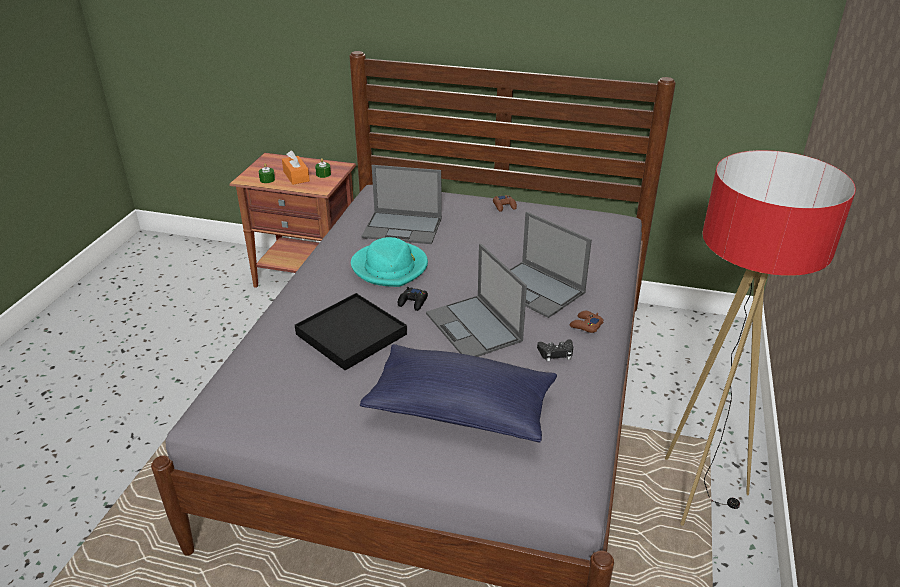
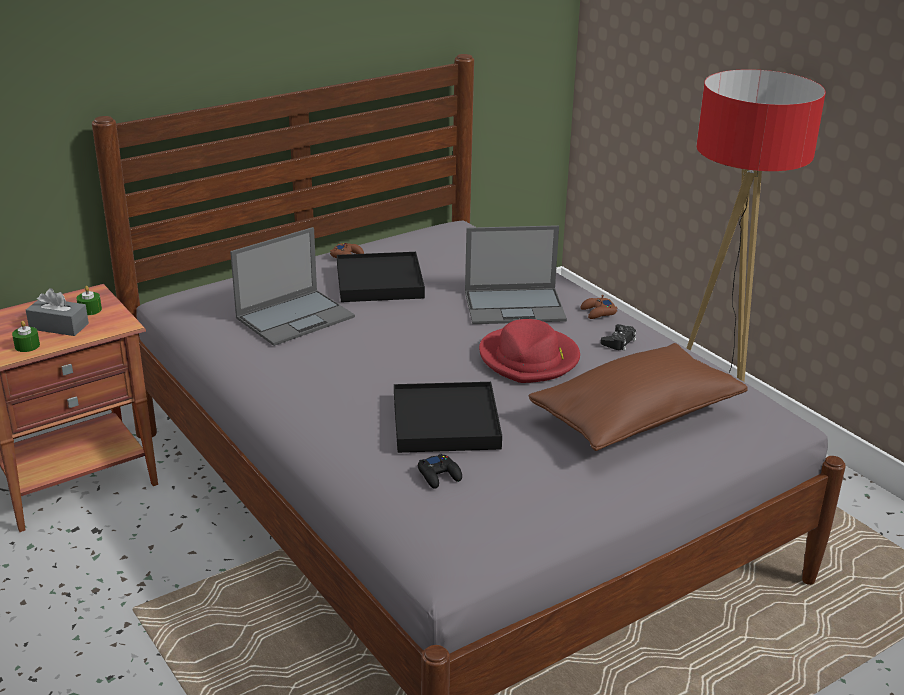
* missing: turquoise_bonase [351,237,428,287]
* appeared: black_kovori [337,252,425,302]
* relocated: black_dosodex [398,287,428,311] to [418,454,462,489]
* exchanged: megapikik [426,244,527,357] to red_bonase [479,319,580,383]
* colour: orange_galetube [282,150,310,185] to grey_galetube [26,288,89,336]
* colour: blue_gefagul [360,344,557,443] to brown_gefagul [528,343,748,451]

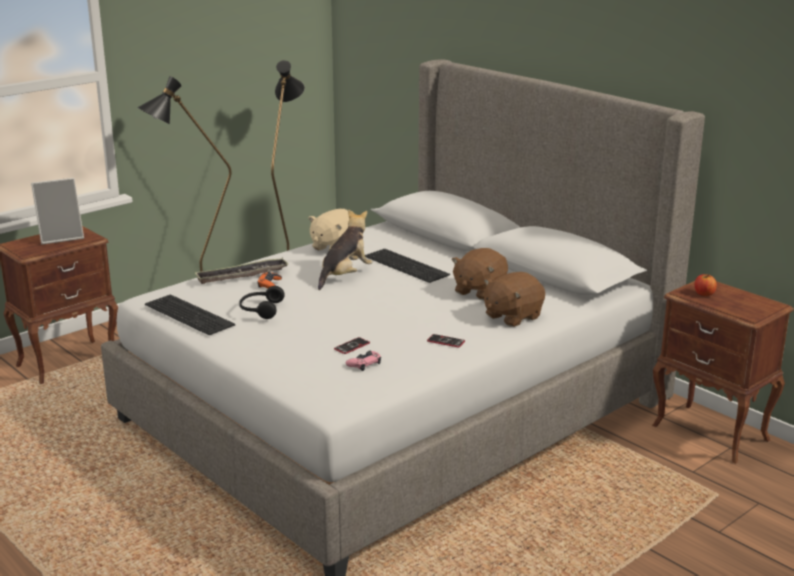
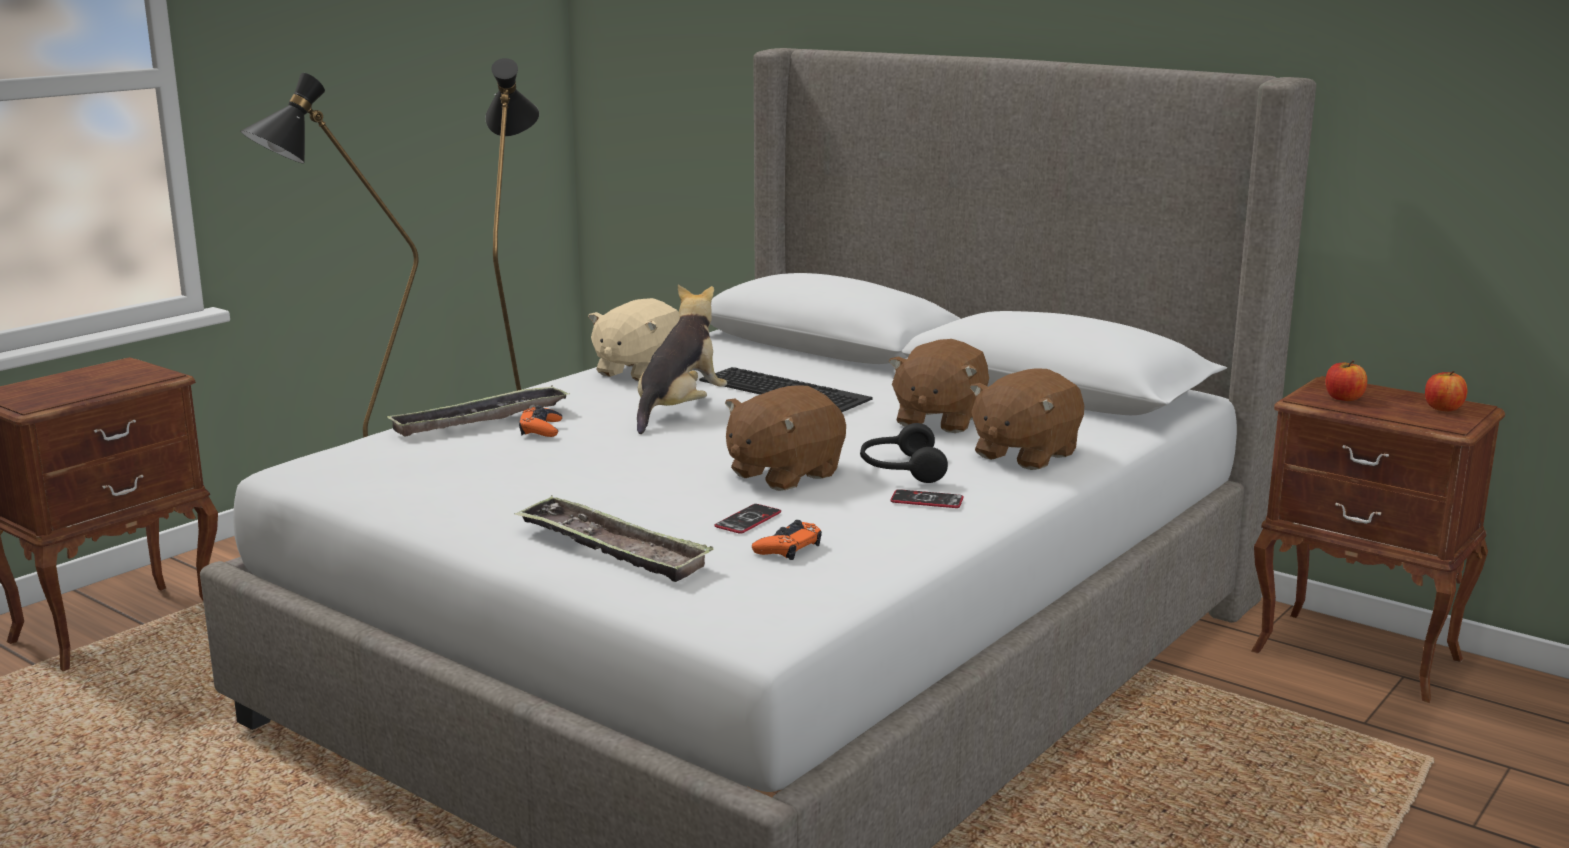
* missing: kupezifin [31,178,84,245]
* missing: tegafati [145,294,235,335]
* appeared: kovori [515,495,713,582]
* appeared: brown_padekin [725,385,846,491]
* appeared: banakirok [1425,371,1467,411]
* relocated: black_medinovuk [239,286,285,319] to [860,423,948,483]
* colour: pink_dosodex [346,351,381,371] to orange_dosodex [752,520,822,560]

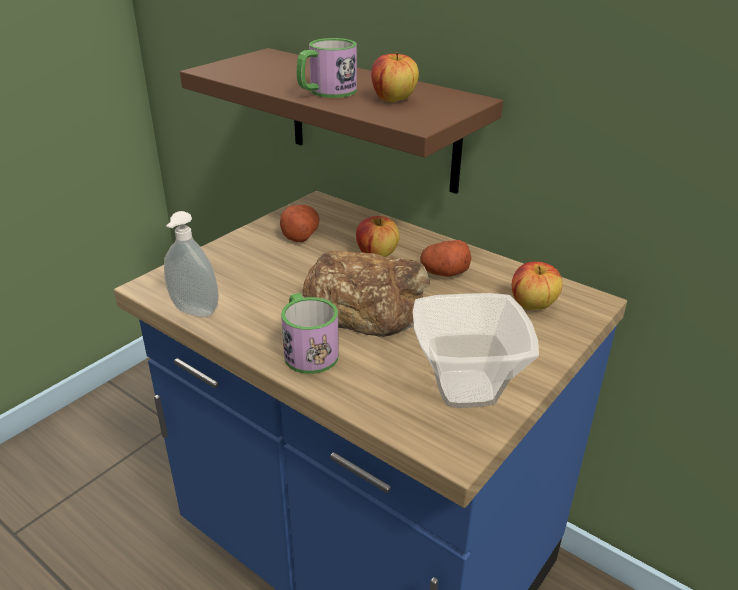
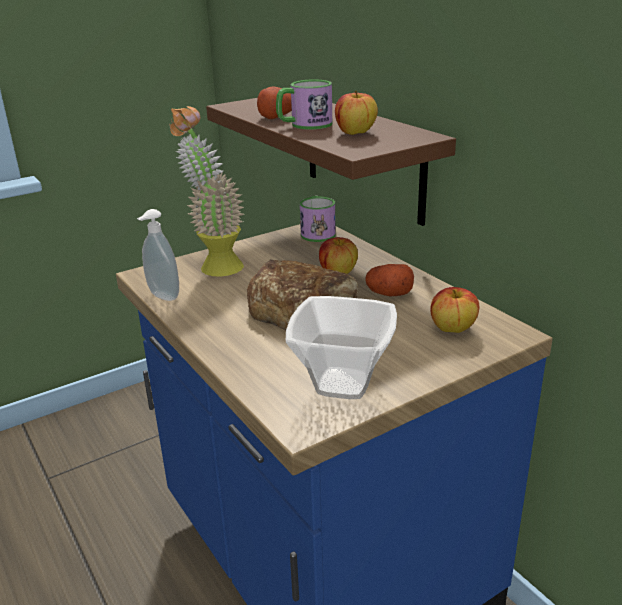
* appeared: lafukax [169,106,244,277]
* relocated: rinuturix [280,205,319,242] to [257,87,292,119]
* relocated: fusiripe [281,293,339,374] to [300,196,336,242]

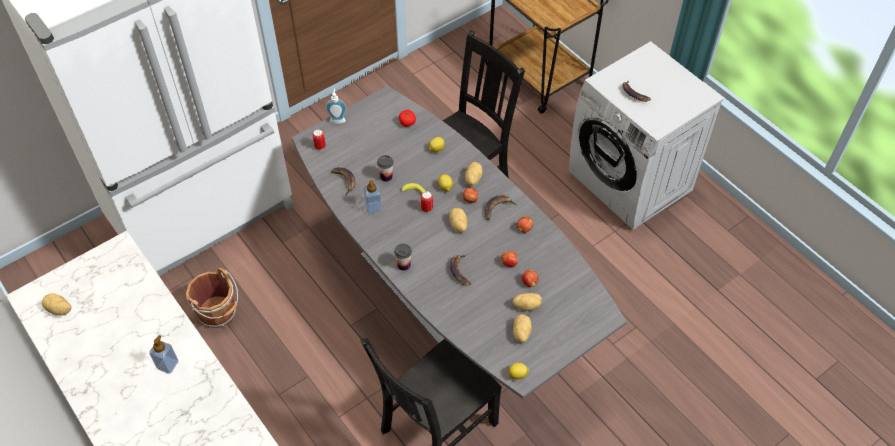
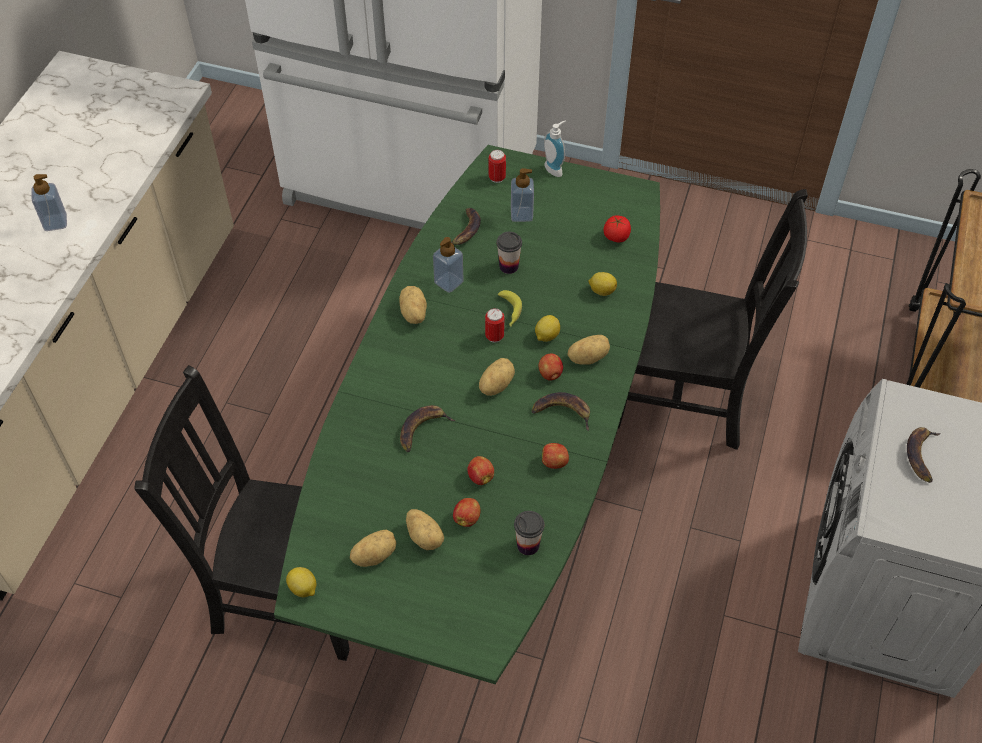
* missing: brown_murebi [186,267,238,328]
* appeared: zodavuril [511,168,534,222]
* relocated: rinuturix [42,293,72,315] to [399,286,427,324]
* relocated: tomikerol [394,244,412,271] to [514,511,544,555]
* colour: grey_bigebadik [292,86,627,399] to green_bigebadik [274,145,660,684]

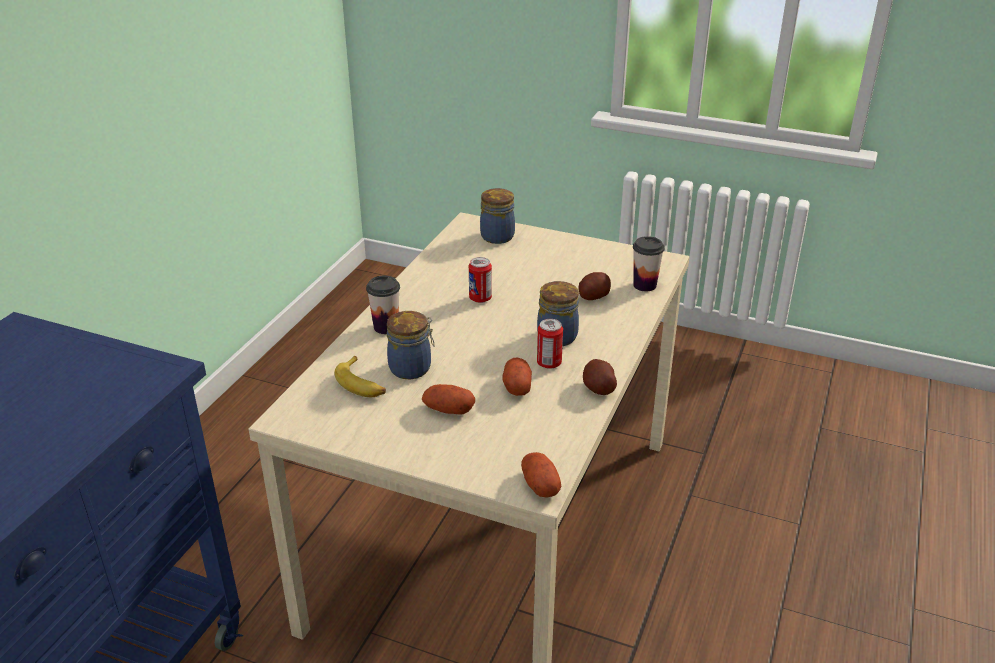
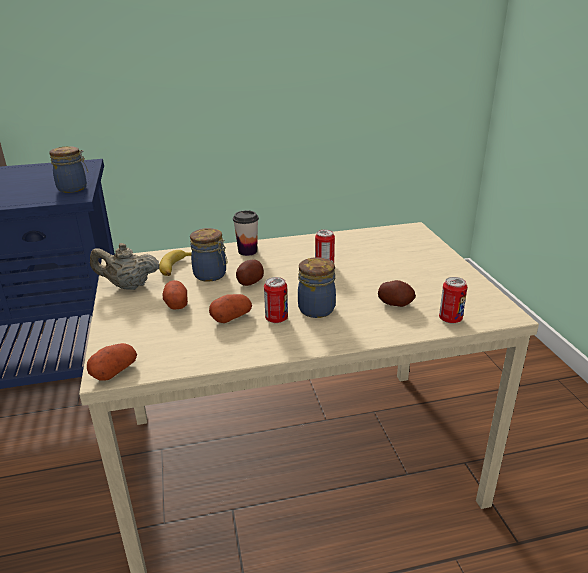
* appeared: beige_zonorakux [90,243,160,290]
* relocated: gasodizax [480,188,515,244] to [49,146,88,193]
* relocated: rinuturix [583,359,617,395] to [236,259,264,286]
* exchanged: tomikerol [633,236,665,292] to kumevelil [439,277,467,324]

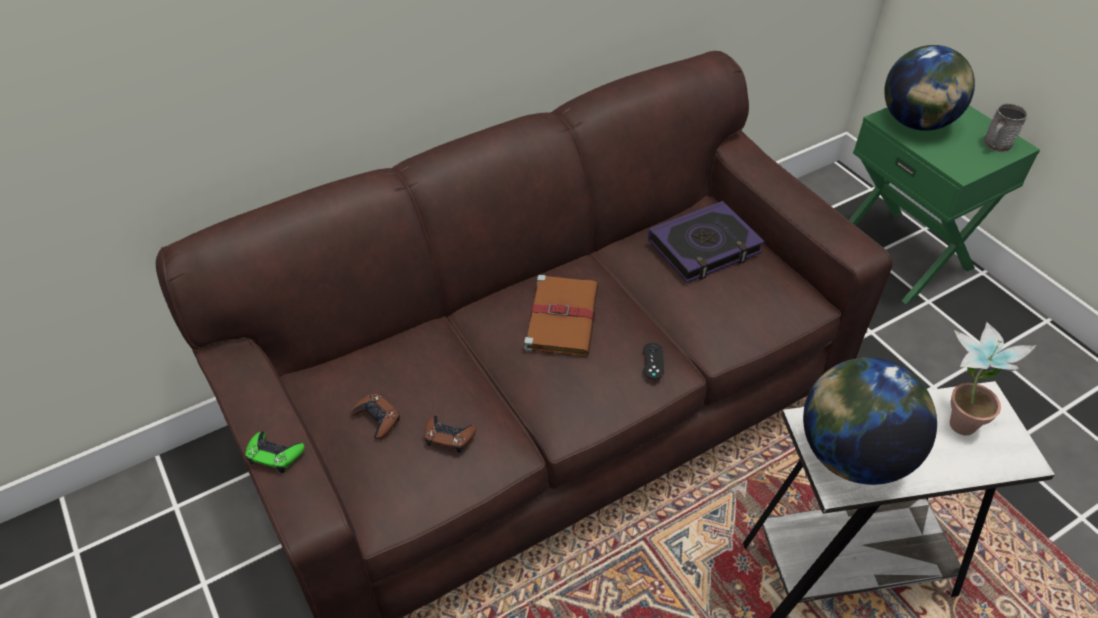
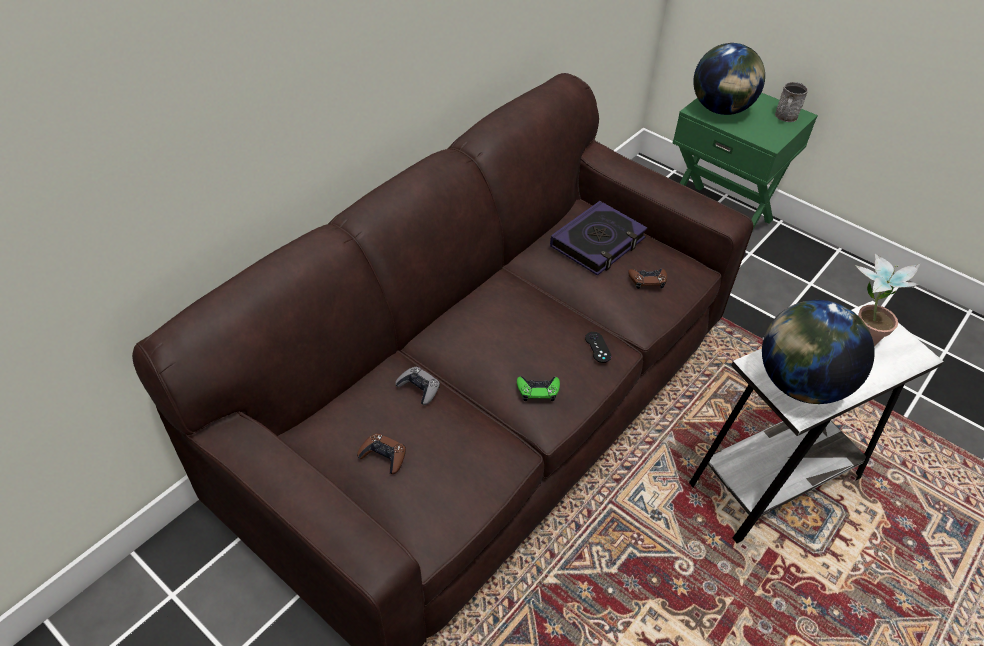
* missing: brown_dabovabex [524,275,599,357]
* appeared: grey_dosodex [395,367,440,405]
* relocated: green_dosodex [246,431,305,473] to [517,376,560,401]
* relocated: brown_dosodex [424,416,476,453] to [628,269,667,289]

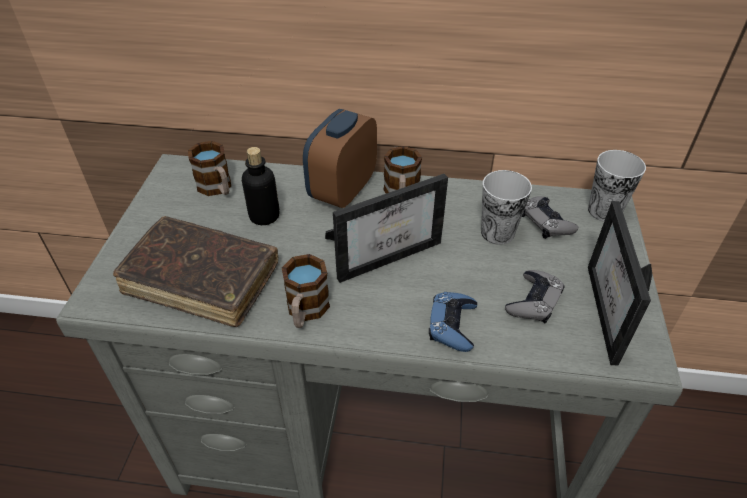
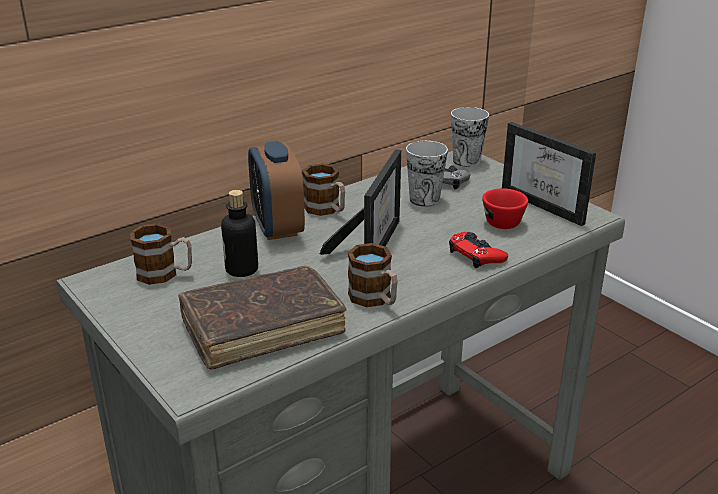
* exchanged: grey_dosodex [505,270,565,323] to red_tomikerol [482,188,528,229]
* colour: blue_dosodex [429,292,477,352] to red_dosodex [449,232,508,268]

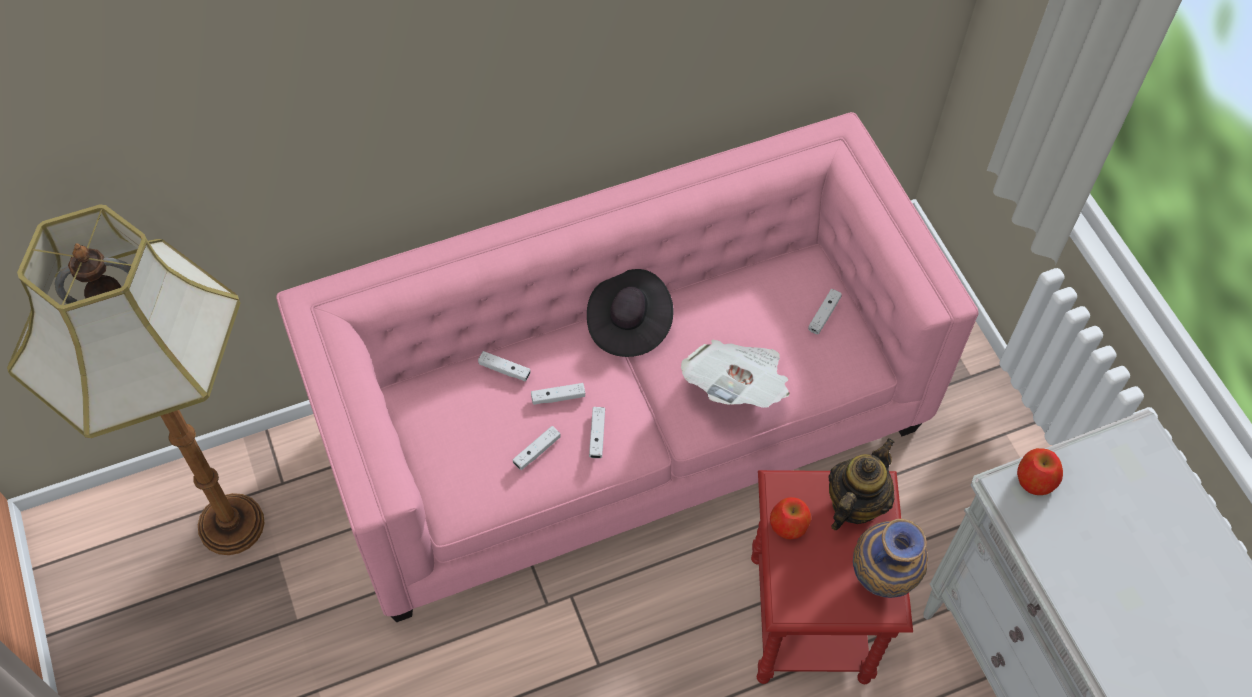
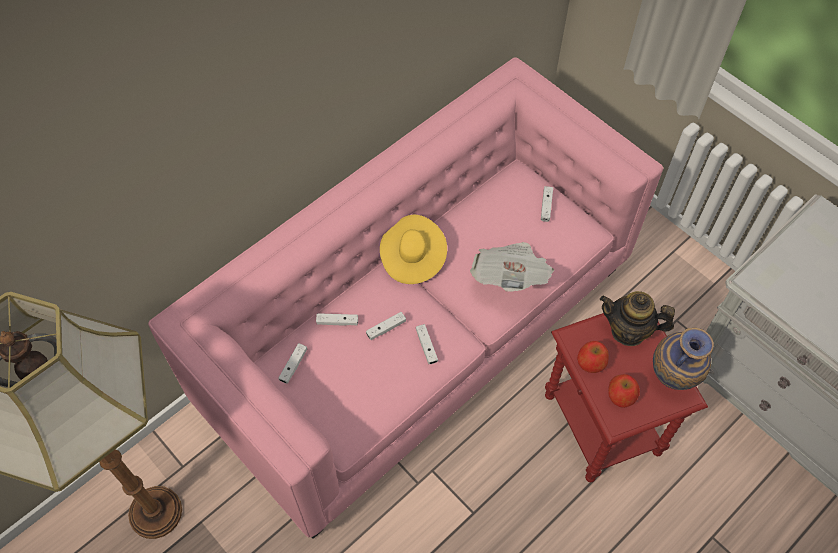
* relocated: white_dosodex [513,426,561,470] to [278,343,307,384]
* relocated: banakirok [1017,448,1063,495] to [608,374,640,408]
* colour: black_bonase [587,269,674,357] to yellow_bonase [380,215,447,284]
* spun: zonorakux [828,438,895,530] = [600,291,675,346] 90 degrees counterclockwise

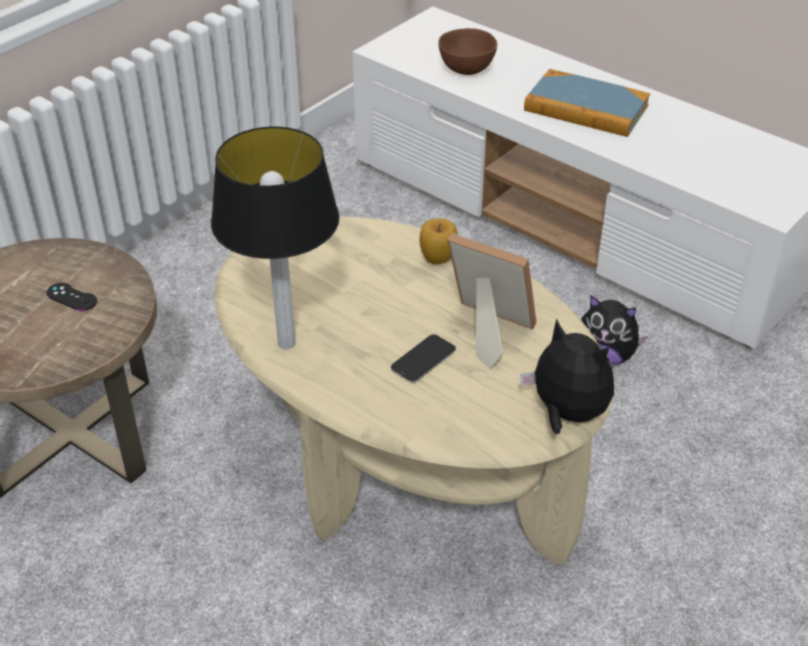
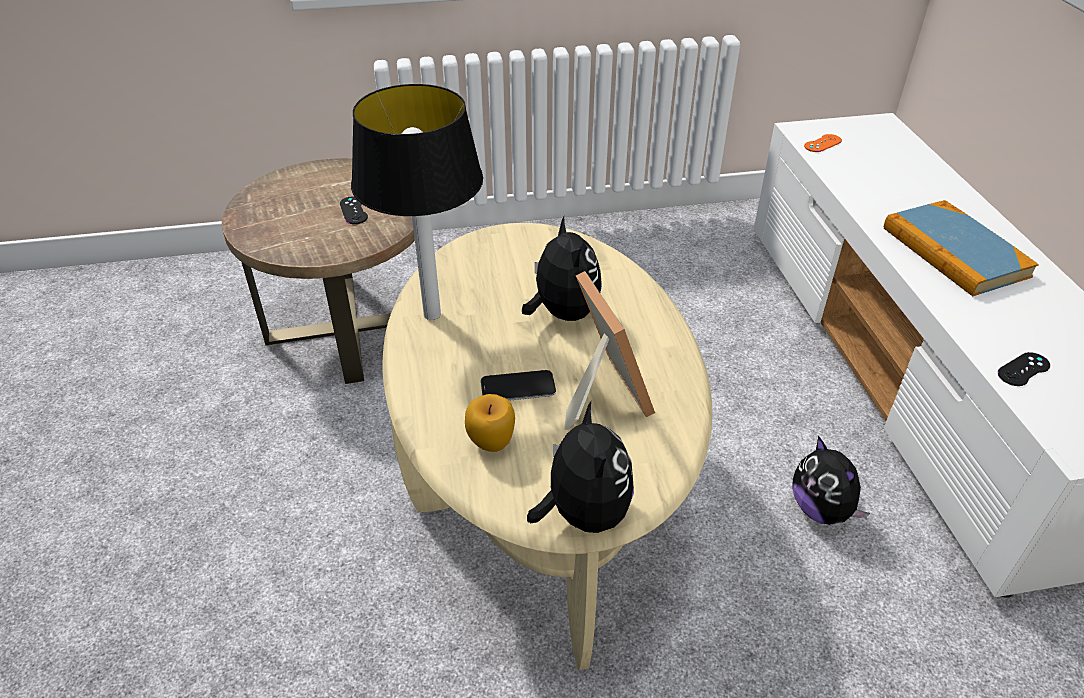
* missing: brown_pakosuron [438,28,497,75]
* appeared: padekin [522,216,602,321]
* appeared: orange_dosodex [804,134,842,152]
* appeared: black_dosodex [998,352,1050,386]
* relocated: banakirok [419,218,458,264] to [465,394,515,452]

